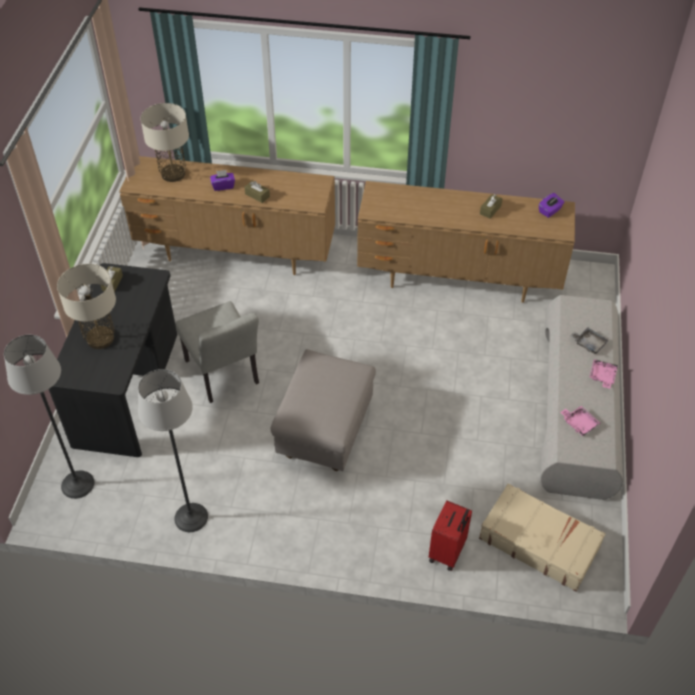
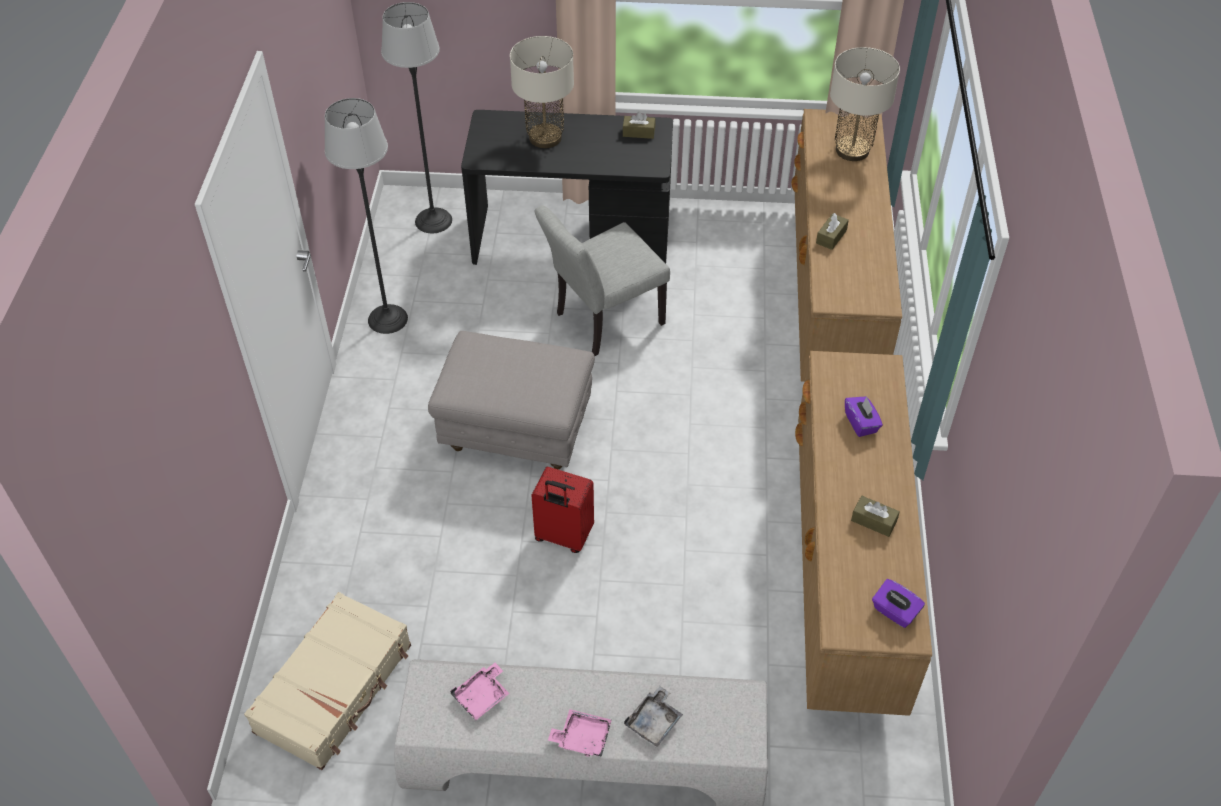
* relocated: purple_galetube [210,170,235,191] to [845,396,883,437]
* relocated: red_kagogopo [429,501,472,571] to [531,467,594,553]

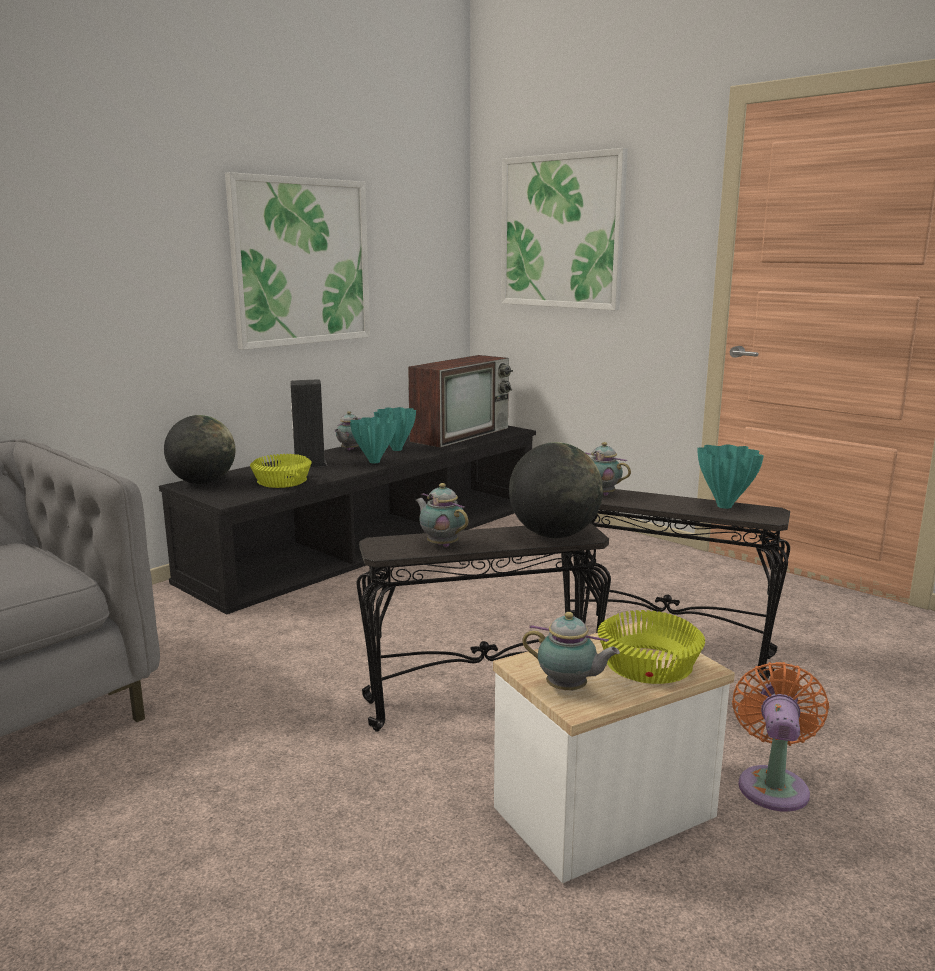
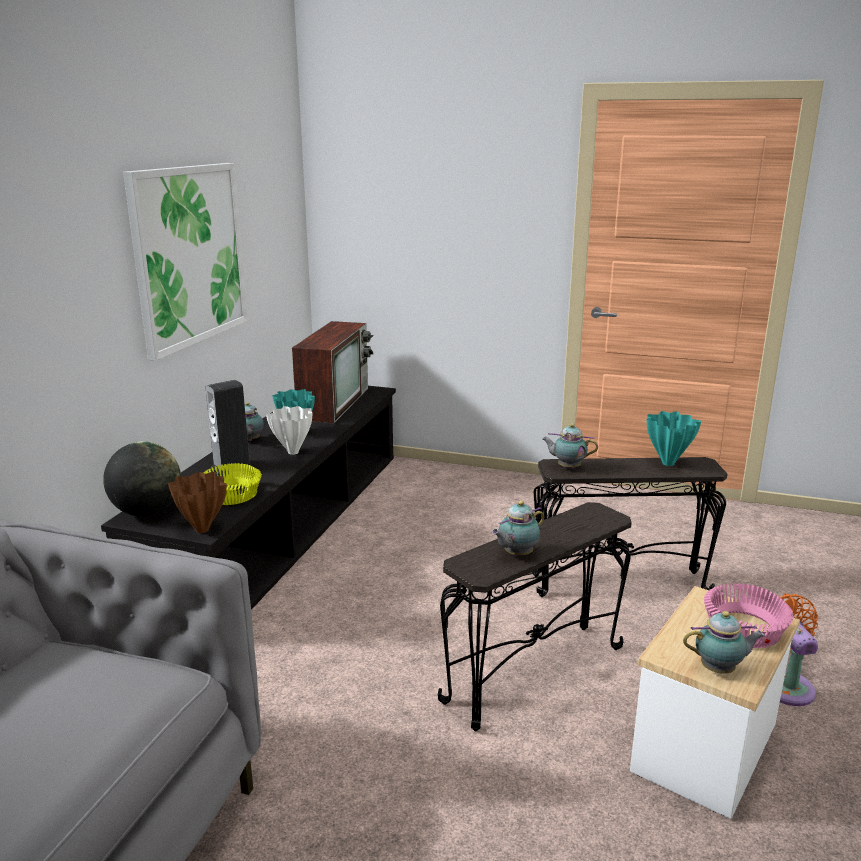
* missing: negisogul [501,148,628,310]
* missing: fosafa [509,442,603,538]
* appeared: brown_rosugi [168,472,227,533]
* colour: turquoise_rosugi [350,417,397,463] to white_rosugi [266,406,313,455]
* colour: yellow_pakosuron [597,610,705,684] to pink_pakosuron [704,583,794,648]
* spun: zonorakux [415,483,468,547] = [492,501,544,556] 60 degrees counterclockwise

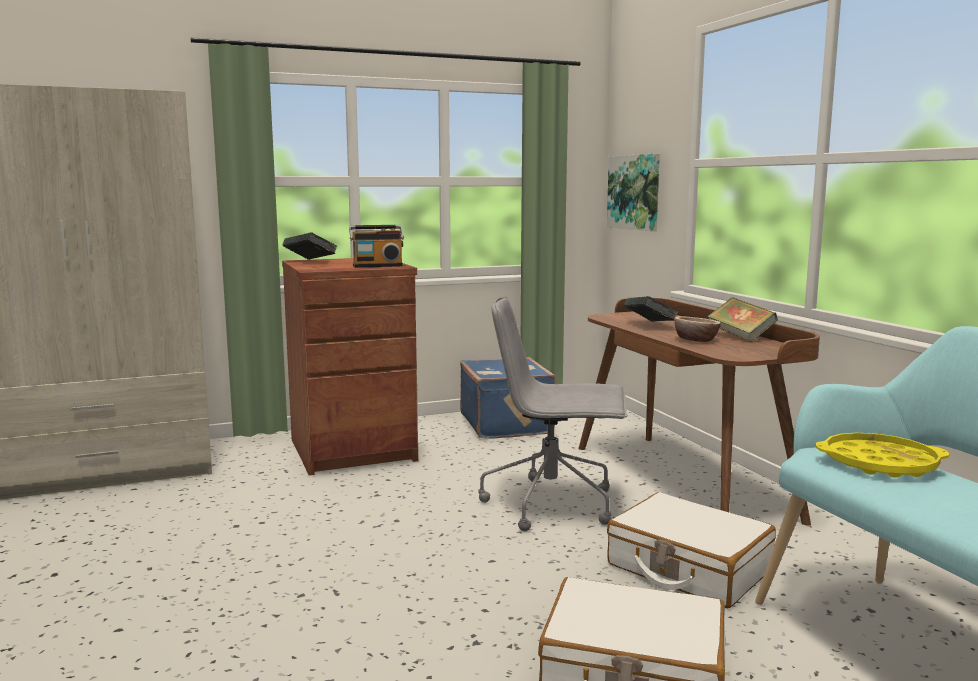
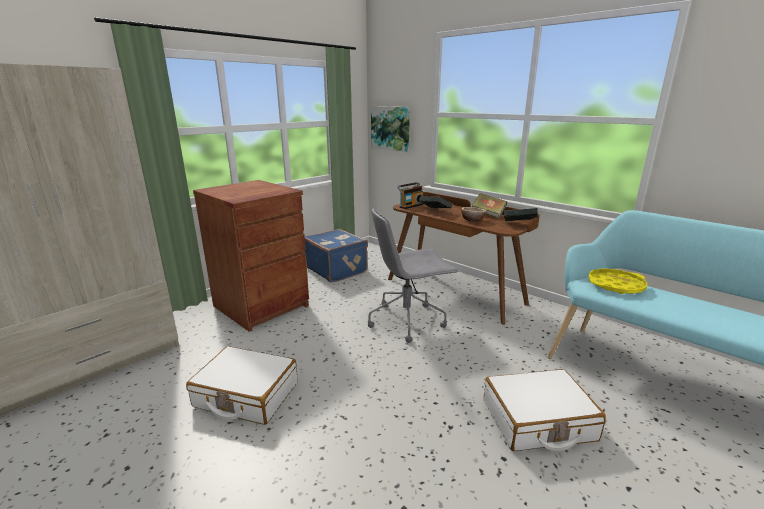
* relocated: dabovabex [283,232,337,260] to [504,208,538,222]
* relocated: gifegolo [349,225,404,268] to [397,182,423,209]
* relocated: white_kagogopo [607,492,776,608] to [186,346,298,425]

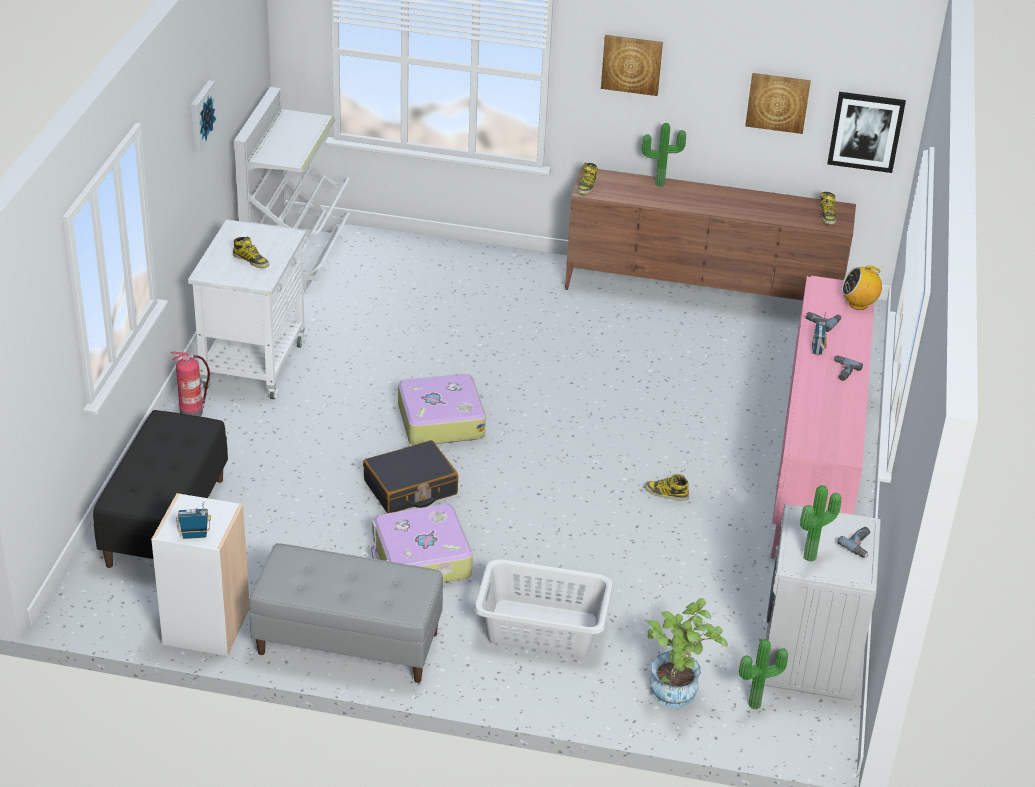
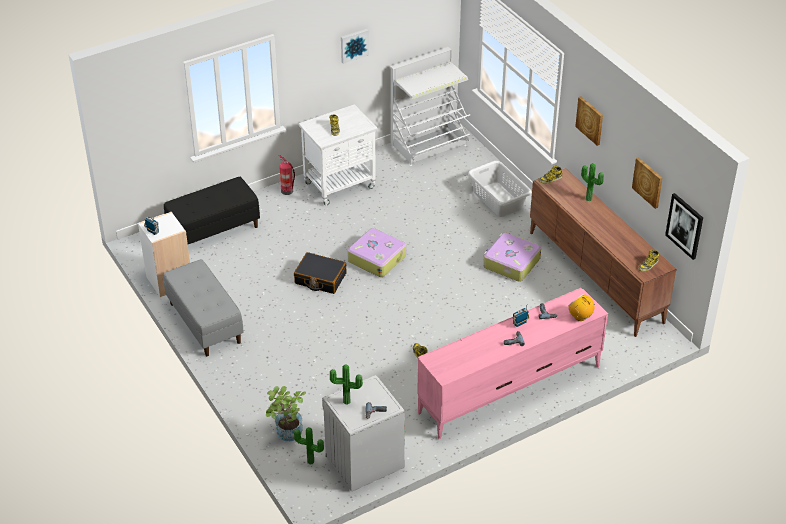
* relocated: kagogopo [372,504,473,583] to [483,233,541,282]
* relocated: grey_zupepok [474,559,613,657] to [468,161,532,217]

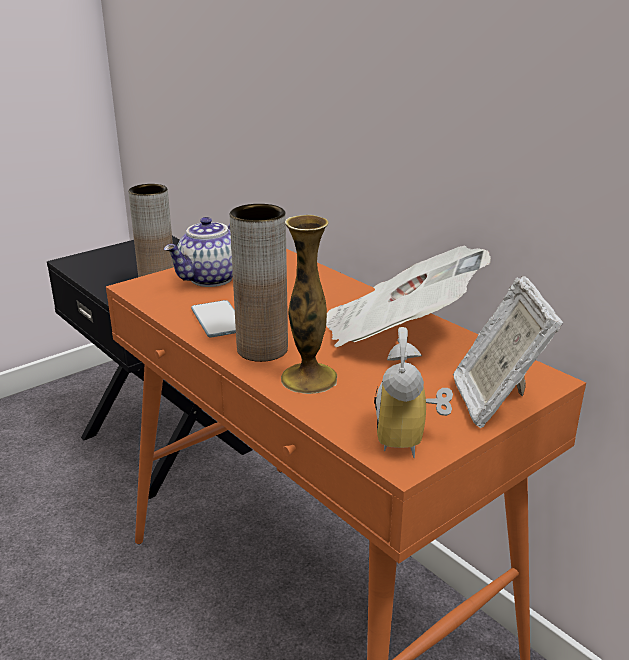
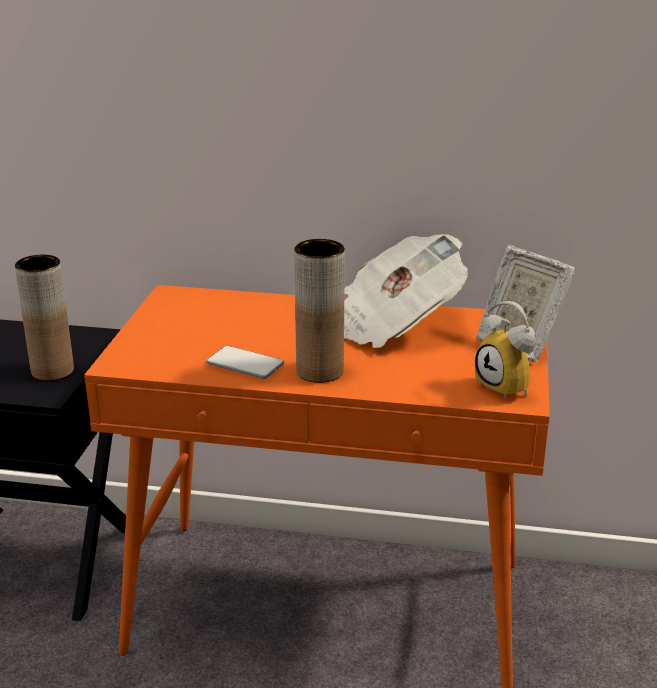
* missing: zonorakux [164,217,233,287]
* missing: rosugi [281,215,337,394]

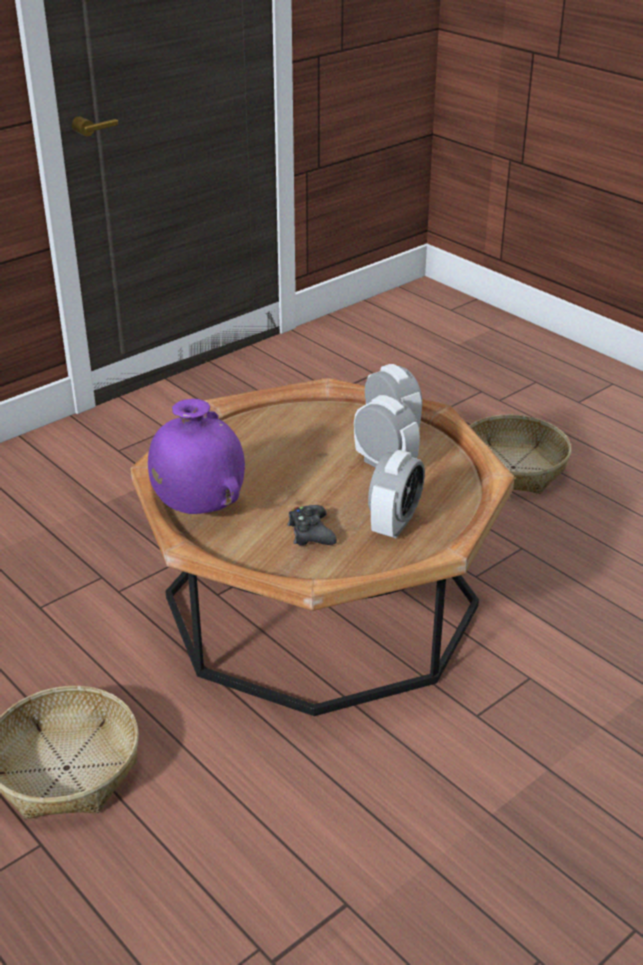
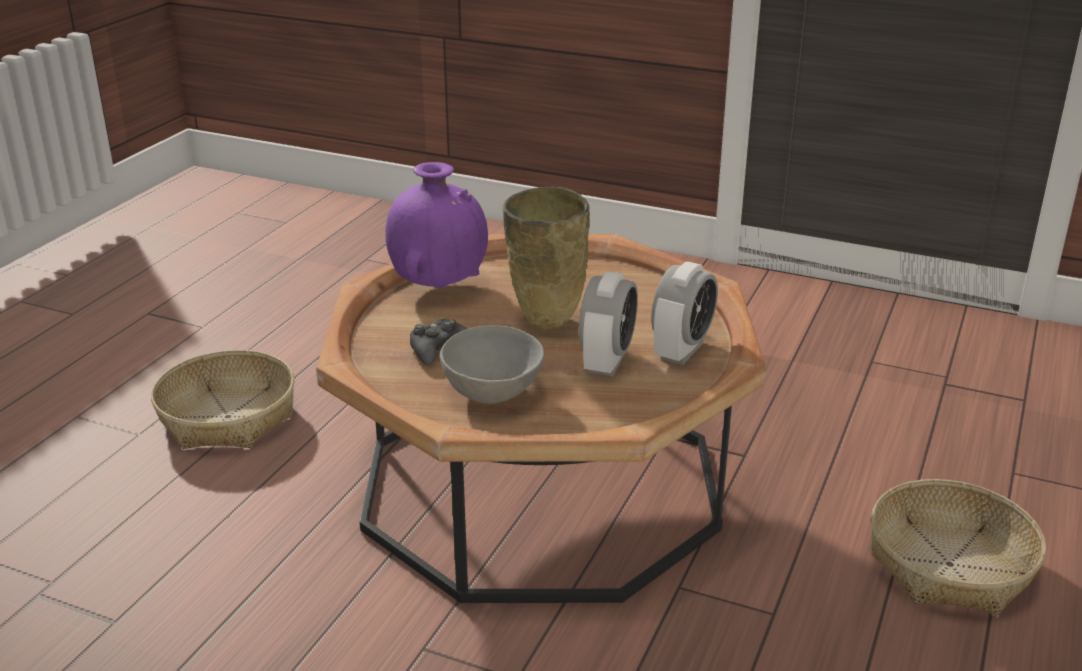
* appeared: beige_rosugi [502,187,590,330]
* exchanged: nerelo [368,450,425,538] to grey_pakosuron [440,325,544,404]

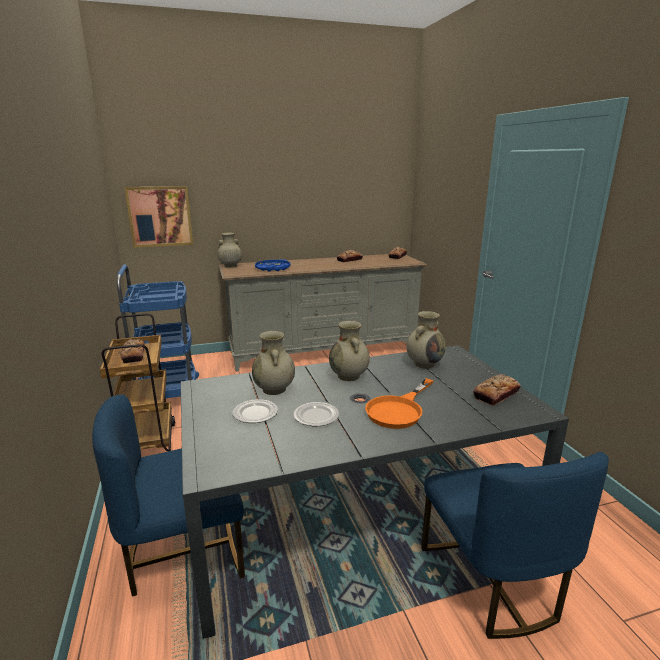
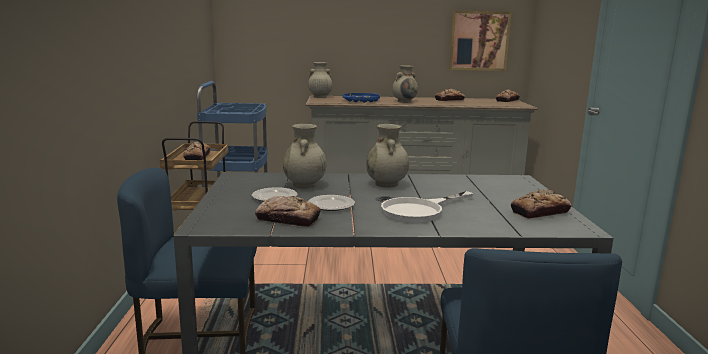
* appeared: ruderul [255,196,321,227]
* relocated: negisogul [125,186,193,247] to [449,11,512,71]
* relocated: beige_rosugi [406,311,446,369] to [392,65,418,103]
* colour: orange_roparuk [365,378,433,429] to white_roparuk [381,191,474,223]

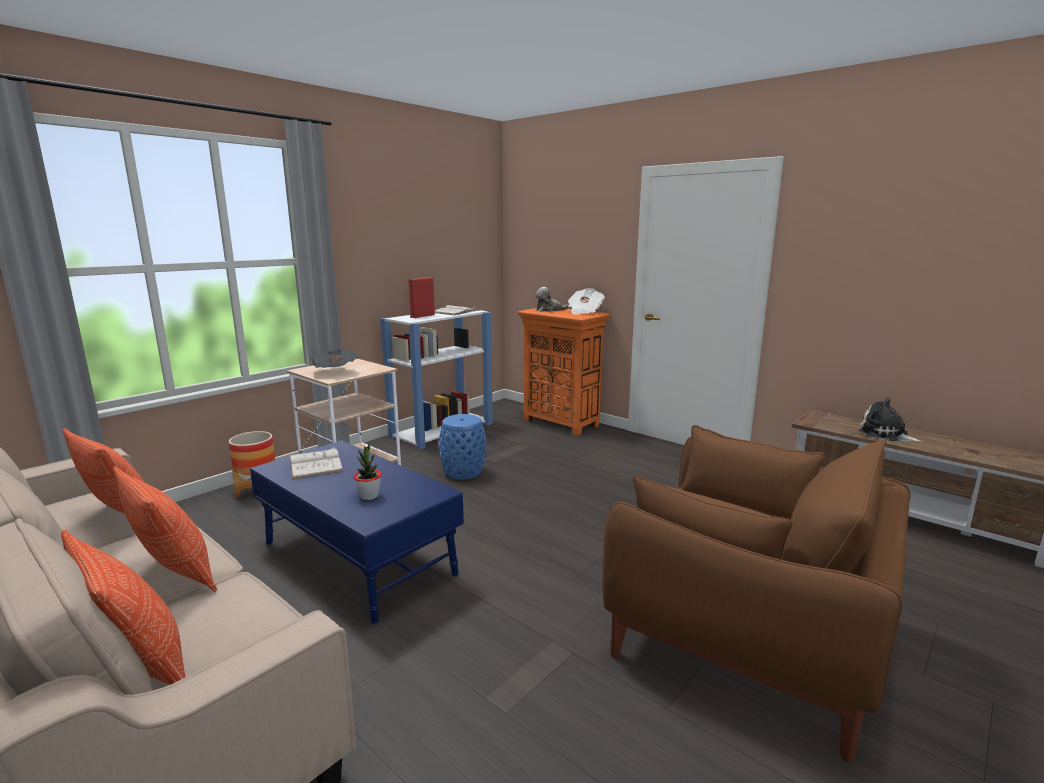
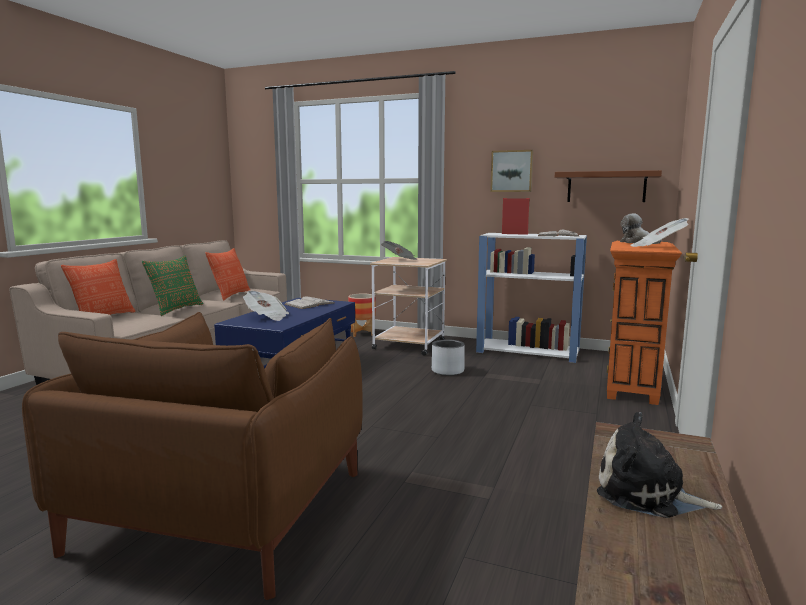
* appeared: negisogul [490,150,533,192]
* appeared: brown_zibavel [555,170,662,202]
* exchanged: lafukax [353,443,382,500] to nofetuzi [243,290,289,321]
* exchanged: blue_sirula [439,414,487,480] to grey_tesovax [432,339,465,376]
* colour: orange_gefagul [113,466,217,592] to green_gefagul [142,256,203,316]
* spun: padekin [859,398,923,442] = [597,412,722,518] 90 degrees counterclockwise

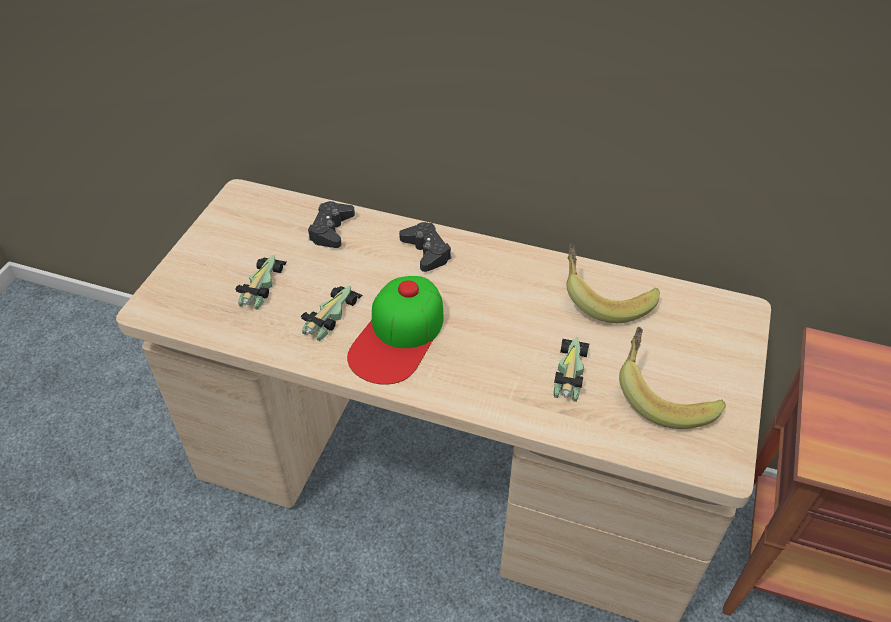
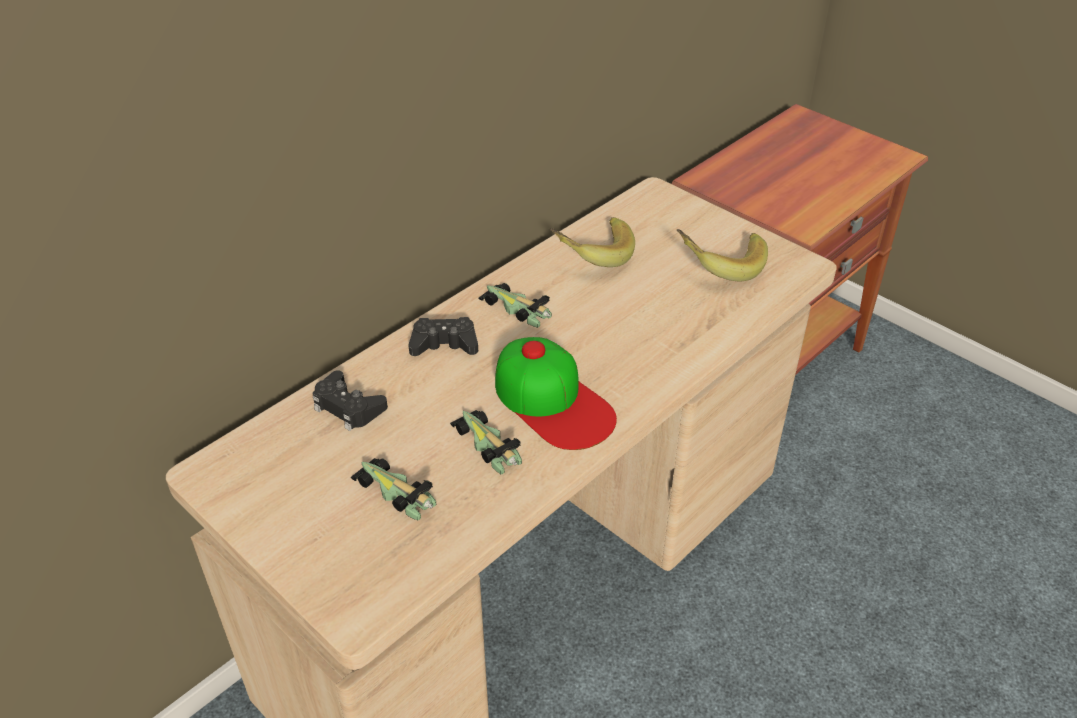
* relocated: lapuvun [554,337,589,402] to [478,283,552,328]

